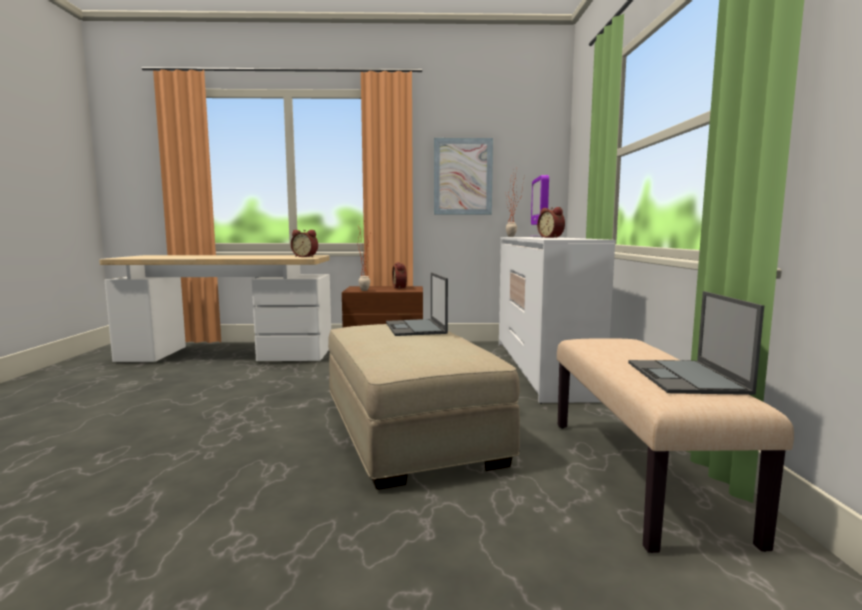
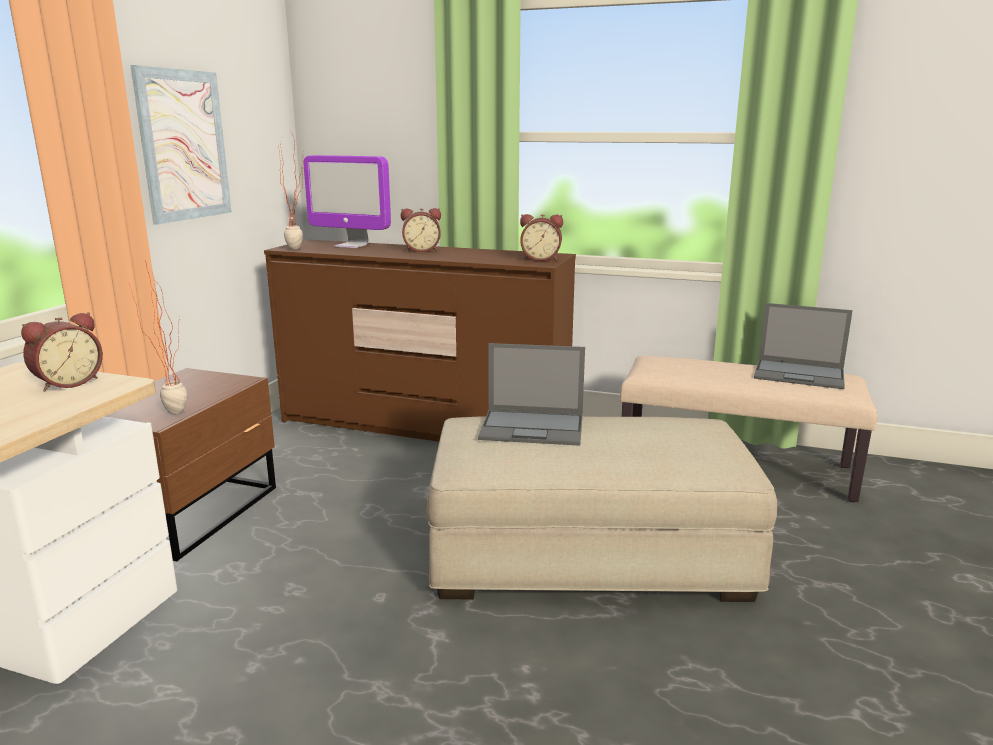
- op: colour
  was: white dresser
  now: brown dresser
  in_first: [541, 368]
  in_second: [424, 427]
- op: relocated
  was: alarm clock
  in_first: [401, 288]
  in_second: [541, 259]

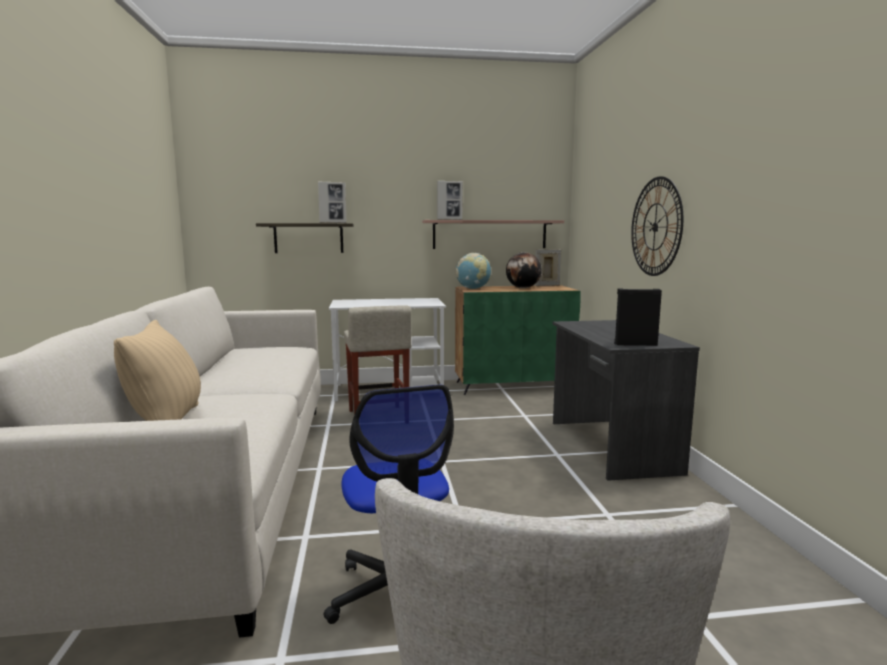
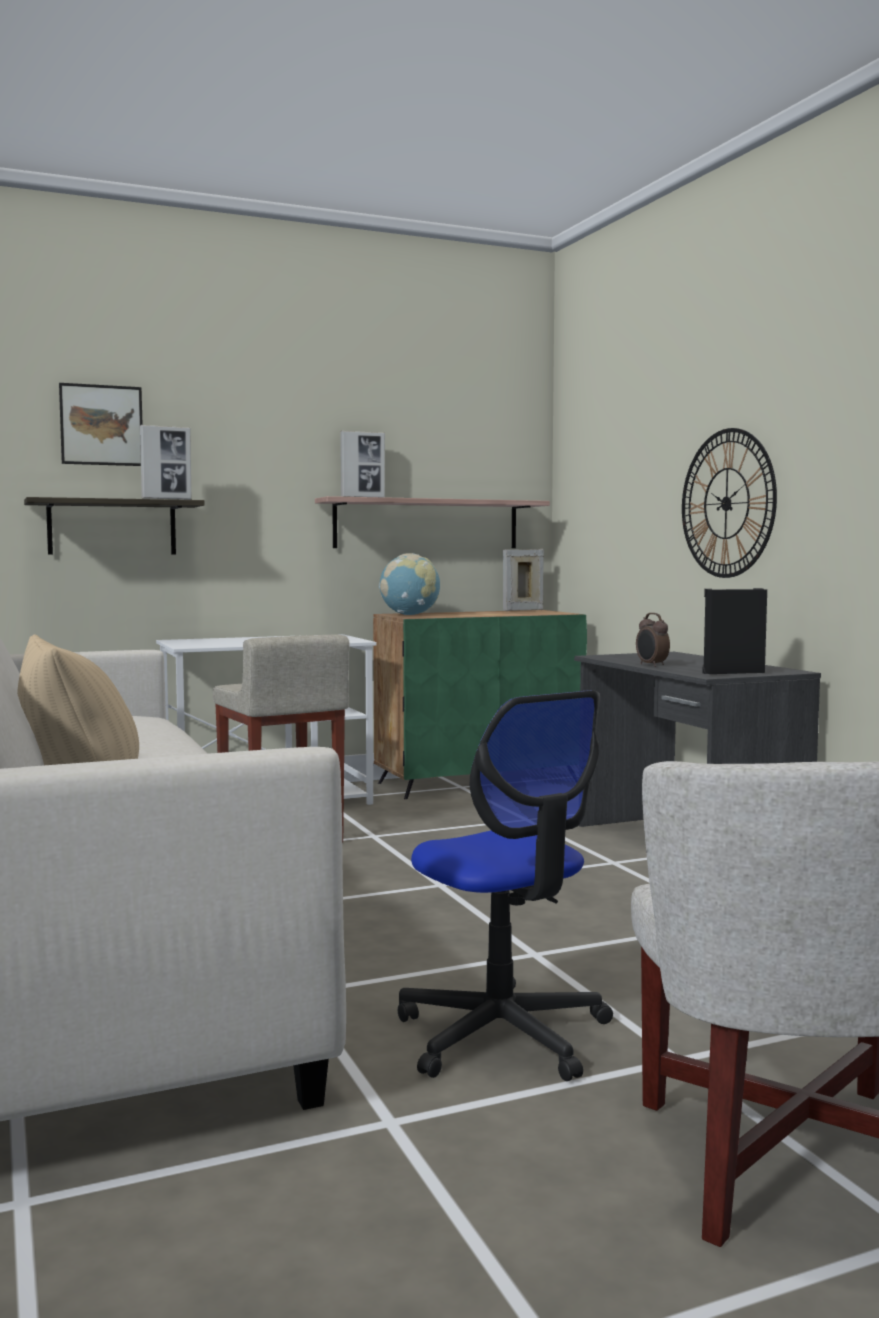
- op: appeared
  now: picture
  in_second: [101, 425]
- op: appeared
  now: alarm clock
  in_second: [651, 665]
- op: missing
  was: globe
  in_first: [523, 288]

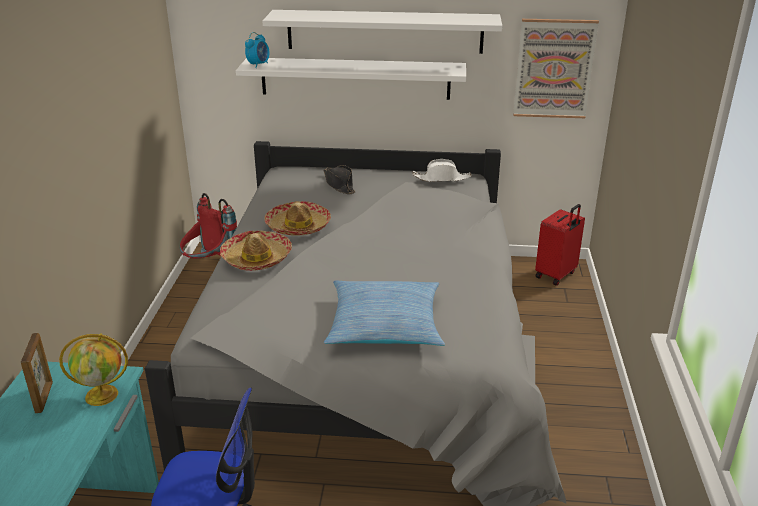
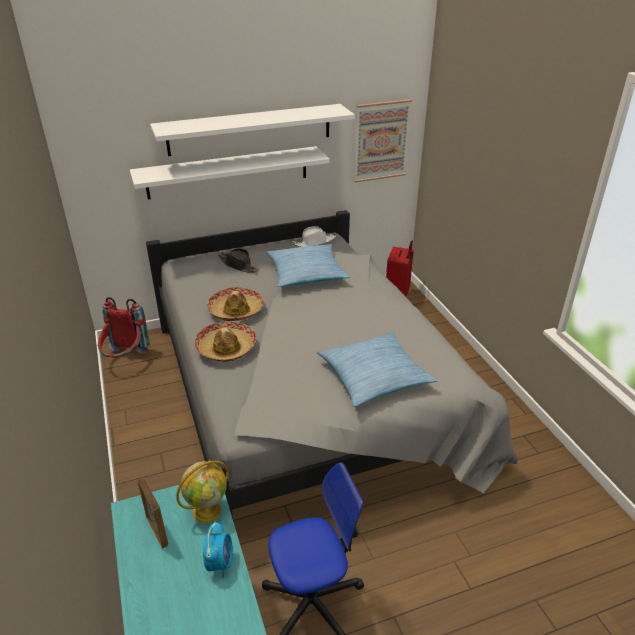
- op: relocated
  was: alarm clock
  in_first: [258, 65]
  in_second: [220, 563]
- op: appeared
  now: pillow
  in_second: [306, 273]

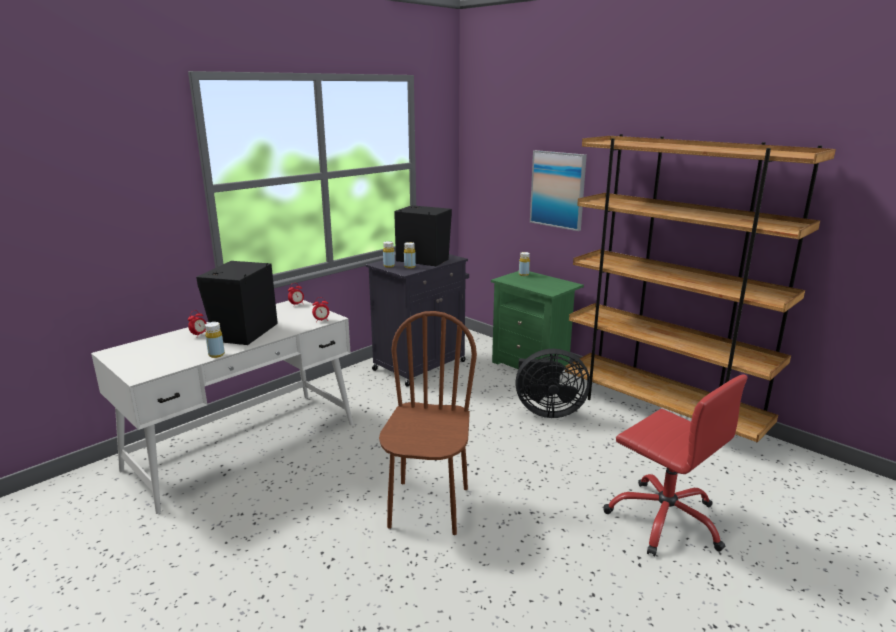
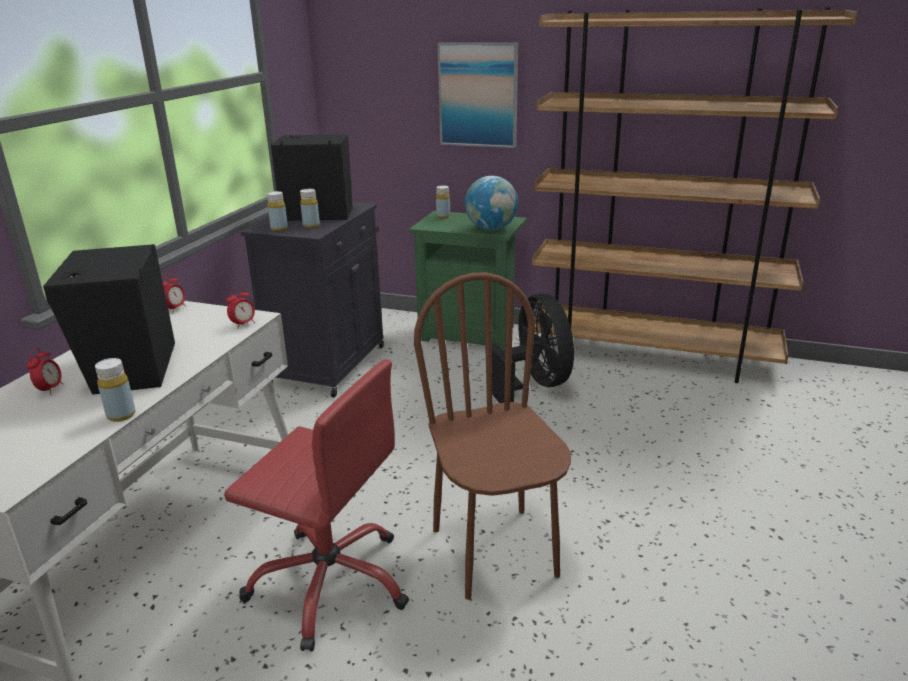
- op: relocated
  was: red office chair
  in_first: [665, 519]
  in_second: [330, 582]
- op: appeared
  now: globe
  in_second: [491, 229]
- op: spun
  was: black fan
  in_first: [547, 411]
  in_second: [533, 385]
  clockwise: -90

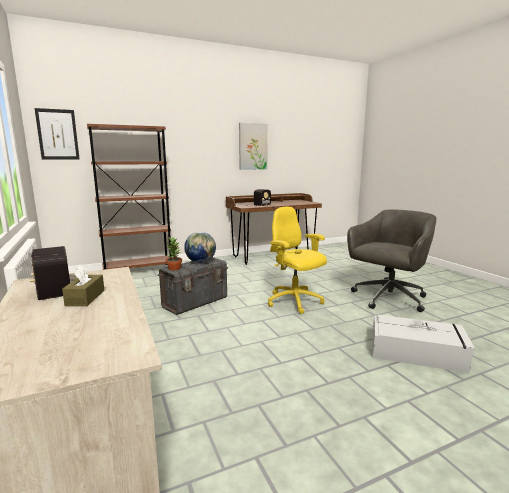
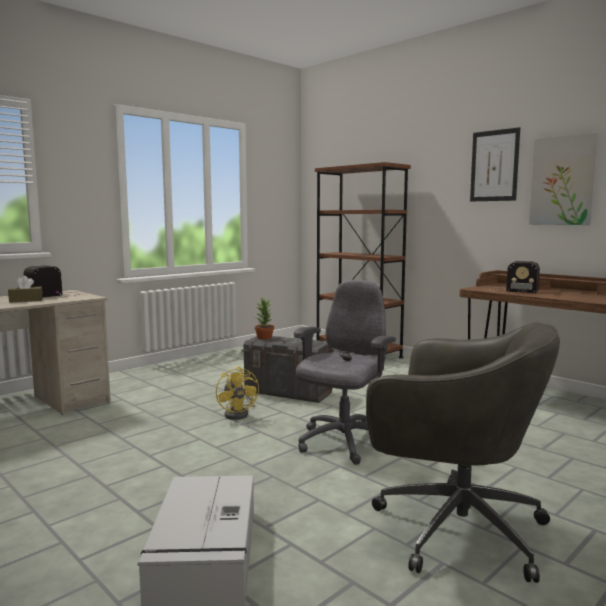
- op: appeared
  now: yellow fan
  in_second: [239, 414]
- op: colour
  was: yellow office chair
  now: grey office chair
  in_first: [295, 302]
  in_second: [343, 443]
- op: relocated
  was: picture
  in_first: [57, 134]
  in_second: [494, 166]
- op: missing
  was: globe
  in_first: [201, 262]

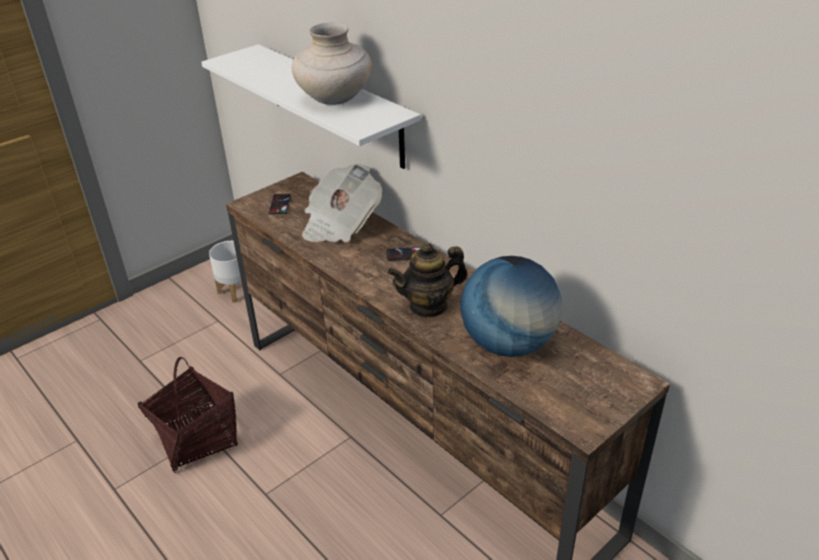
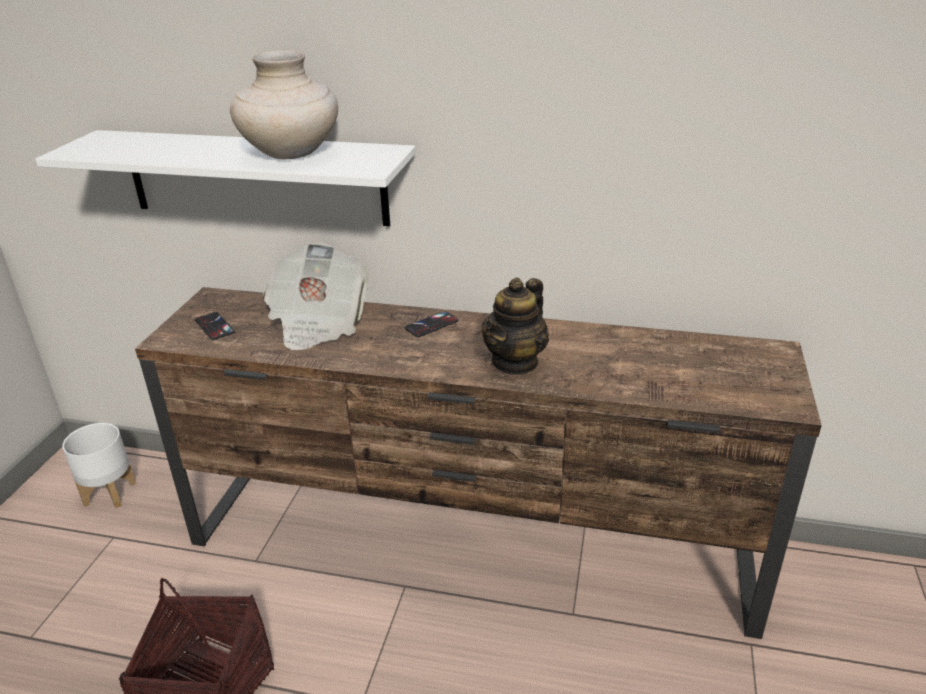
- op: missing
  was: globe
  in_first: [508, 344]

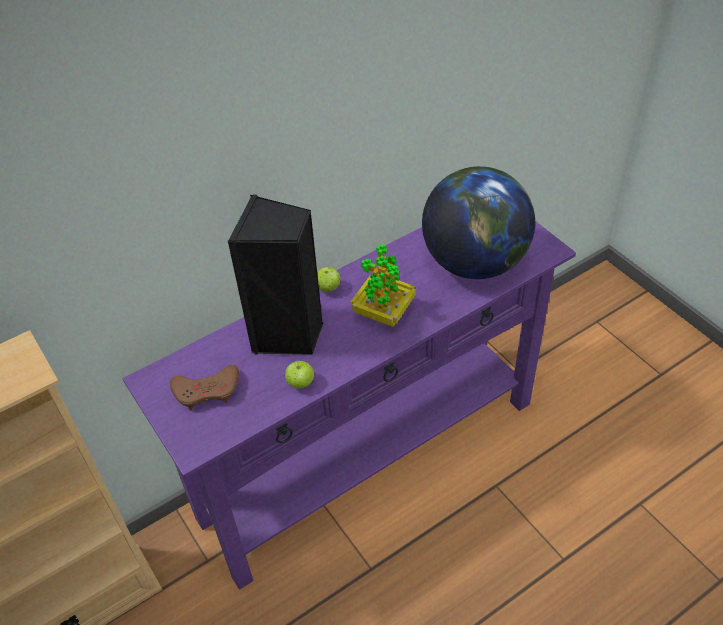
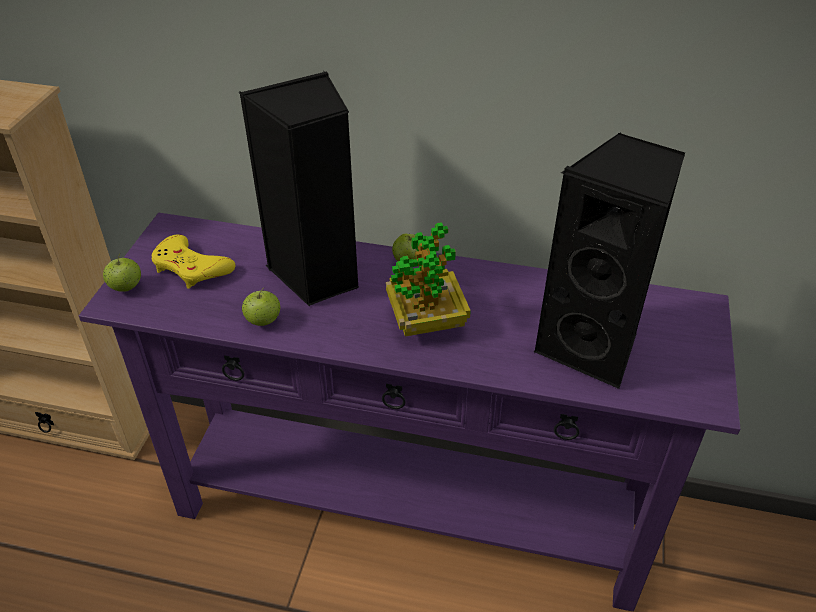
- op: appeared
  now: apple
  in_second: [126, 288]
- op: colour
  was: brown game controller
  now: yellow game controller
  in_first: [207, 391]
  in_second: [191, 268]
- op: exchanged
  was: globe
  now: black speaker
  in_first: [475, 262]
  in_second: [593, 347]

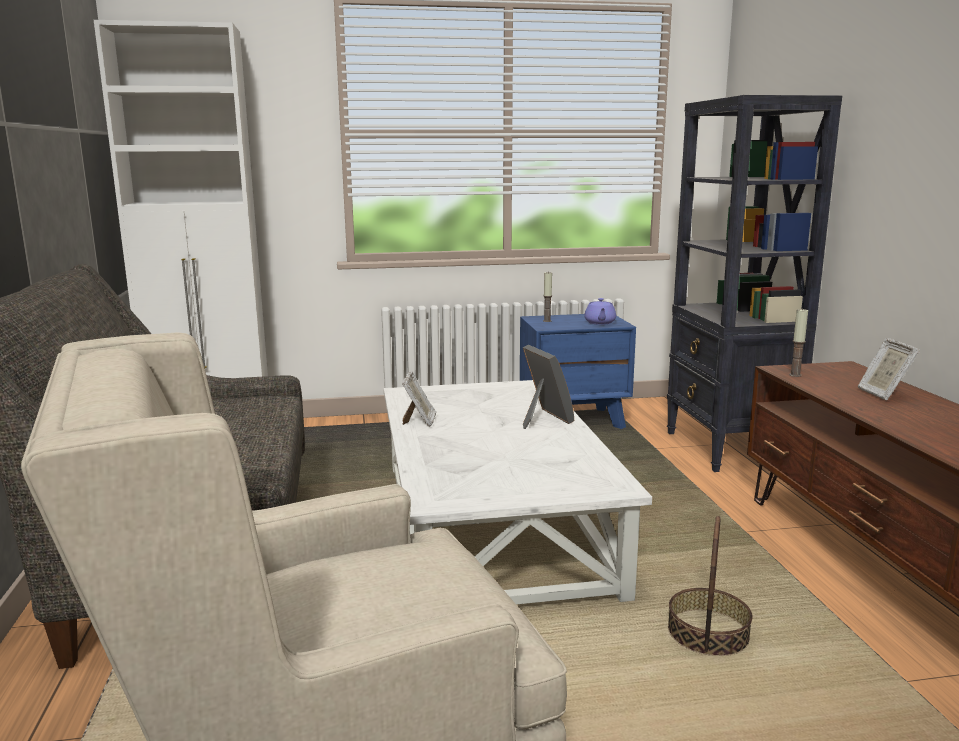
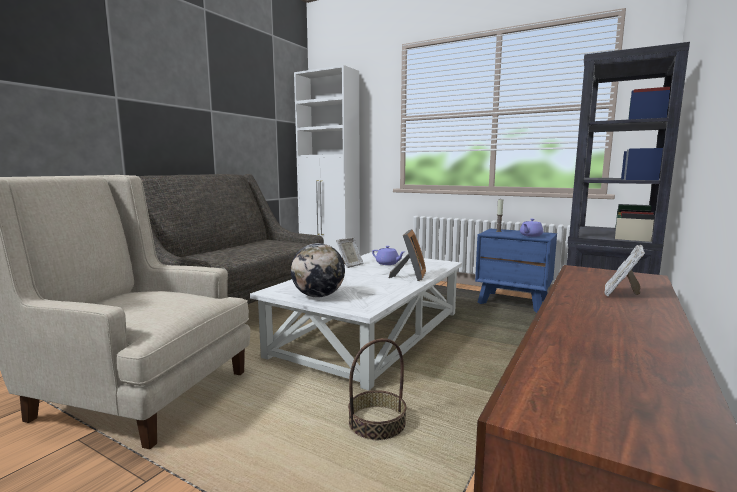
- op: appeared
  now: globe
  in_second: [318, 296]
- op: appeared
  now: purple teapot
  in_second: [388, 263]
- op: missing
  was: candle
  in_first: [795, 375]

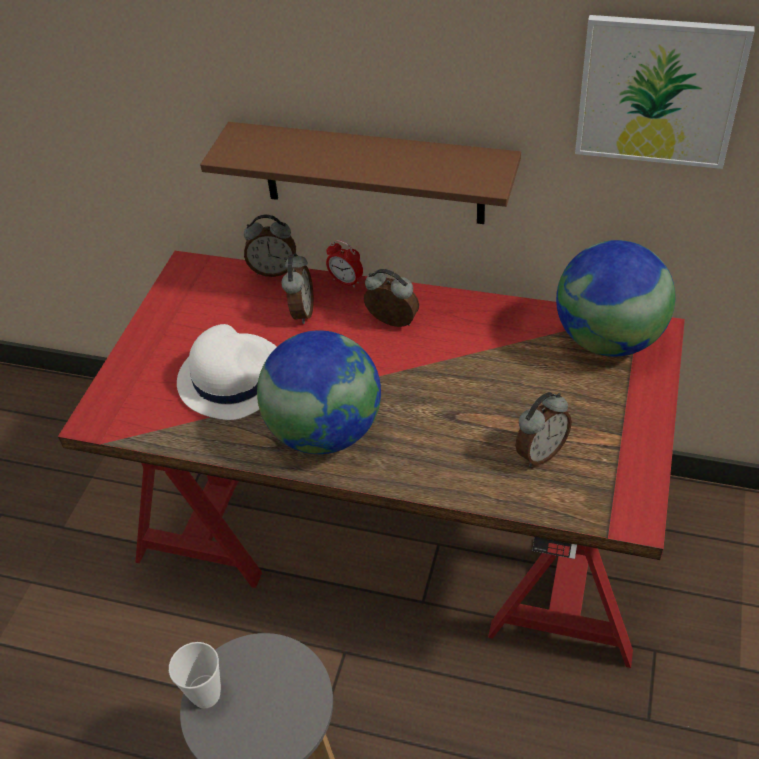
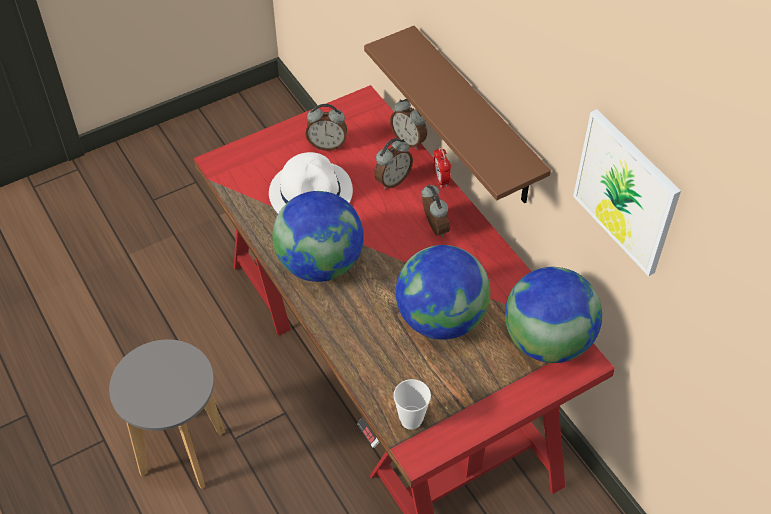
- op: relocated
  was: alarm clock
  in_first: [540, 452]
  in_second: [327, 145]
- op: relocated
  was: cup
  in_first: [206, 695]
  in_second: [411, 420]
- op: appeared
  now: globe
  in_second: [441, 319]

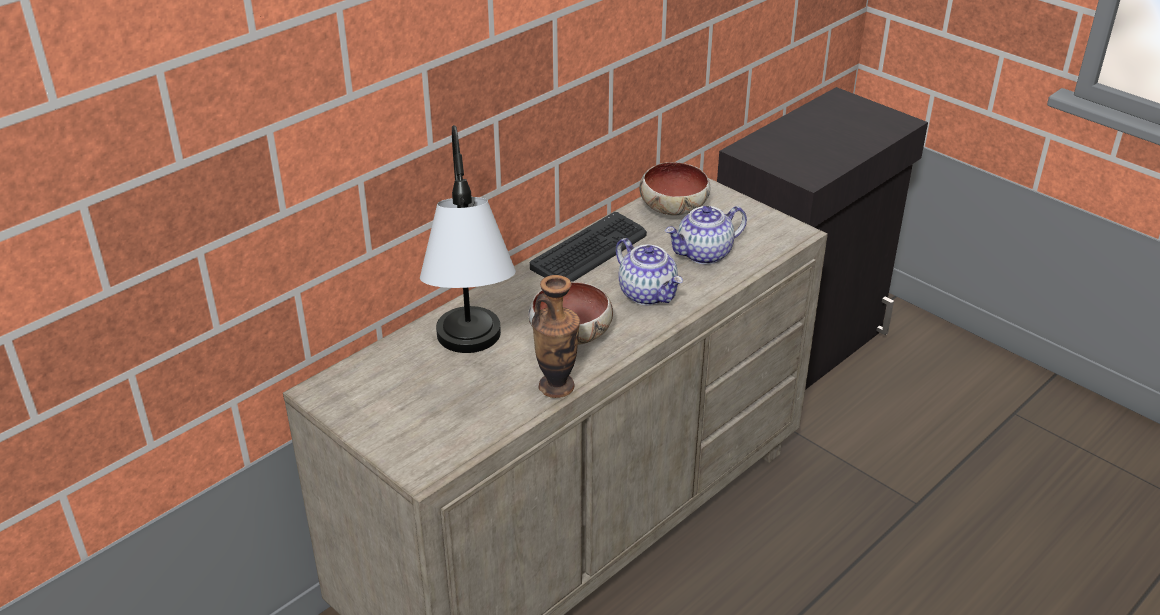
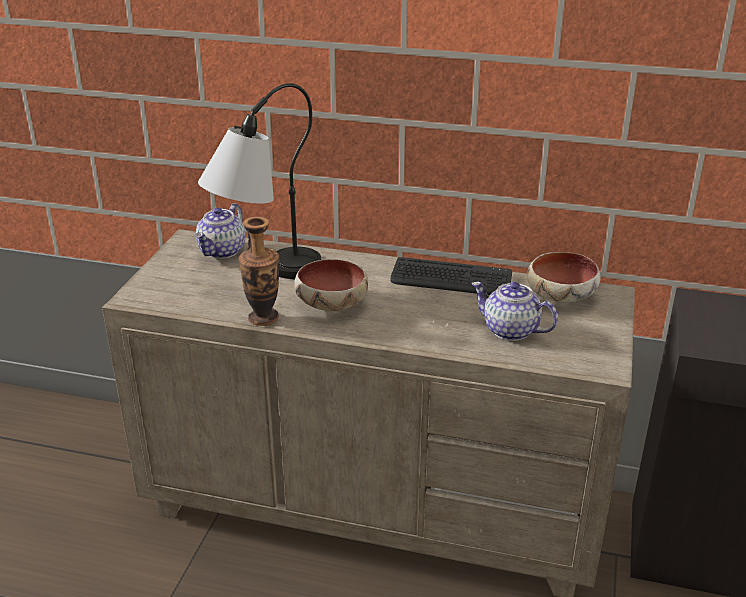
- op: relocated
  was: teapot
  in_first: [648, 294]
  in_second: [222, 251]

